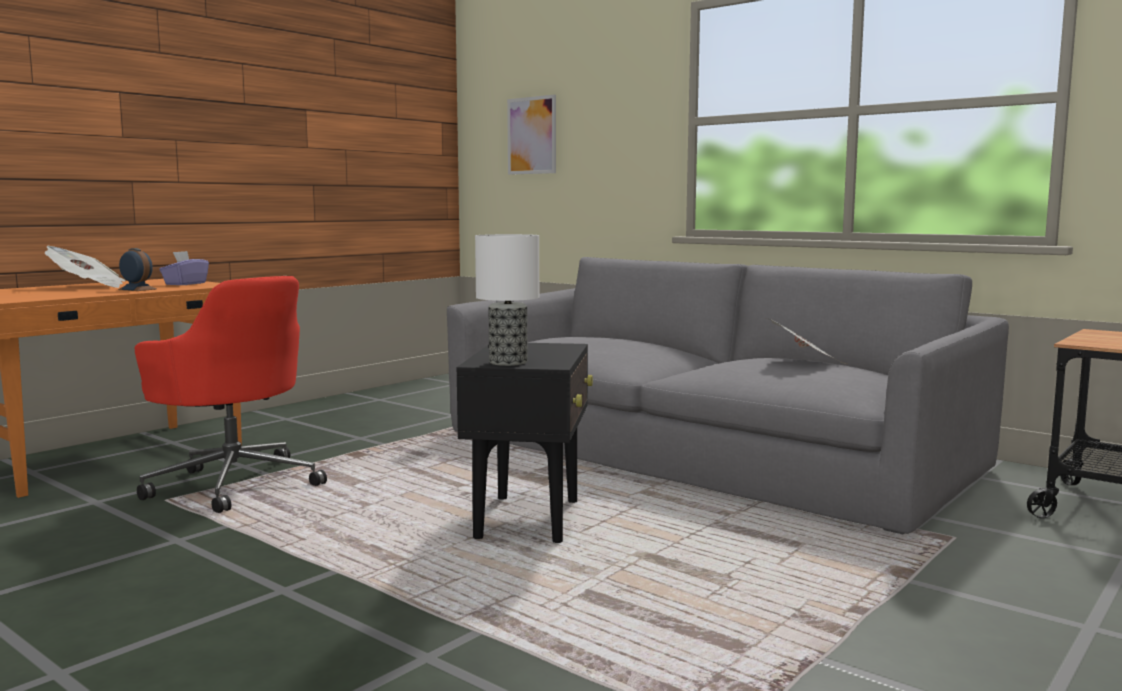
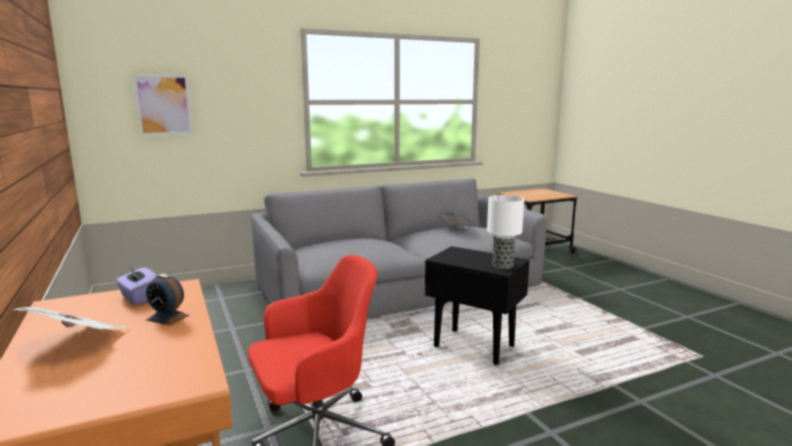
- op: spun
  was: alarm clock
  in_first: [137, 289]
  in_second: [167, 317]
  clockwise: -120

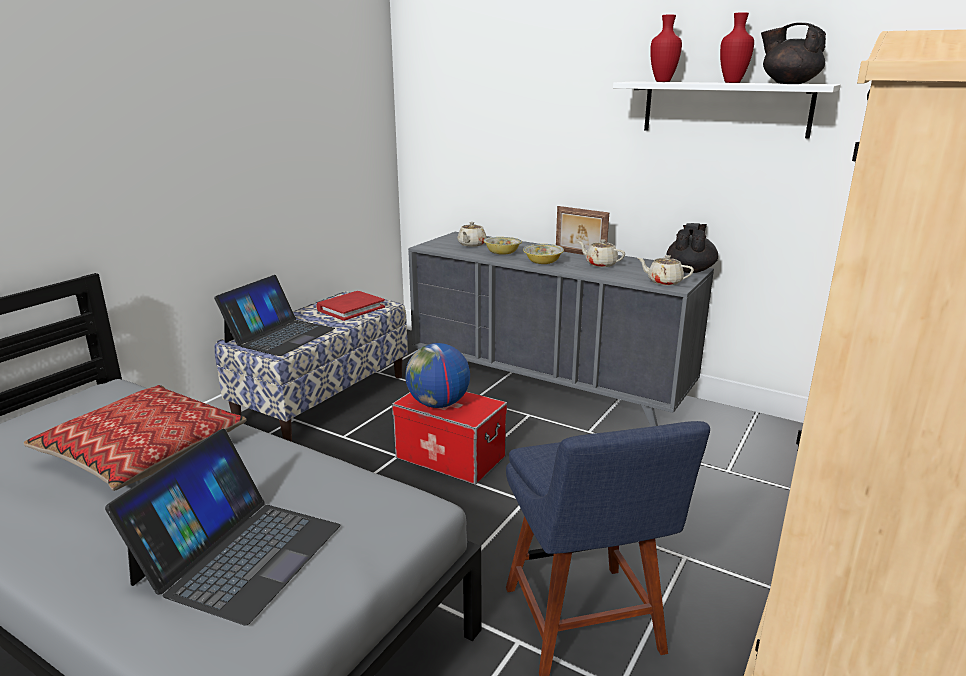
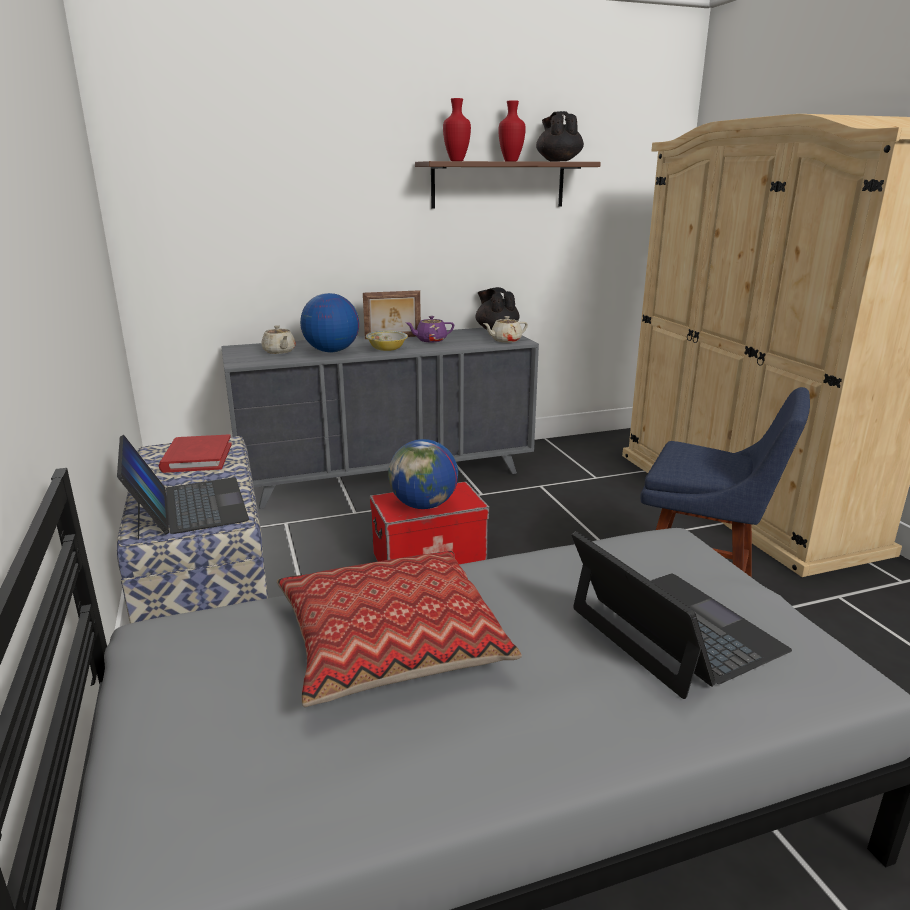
- op: exchanged
  was: bowl
  now: globe
  in_first: [502, 253]
  in_second: [331, 351]
- op: colour
  was: beige teapot
  now: purple teapot
  in_first: [600, 264]
  in_second: [430, 340]
- op: colour
  was: white shelf
  now: brown shelf
  in_first: [725, 108]
  in_second: [498, 184]
- op: spun
  was: black teapot
  in_first: [788, 83]
  in_second: [558, 161]
  clockwise: 90

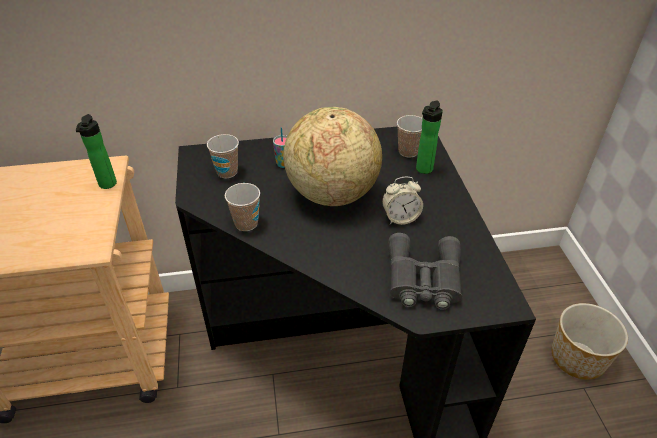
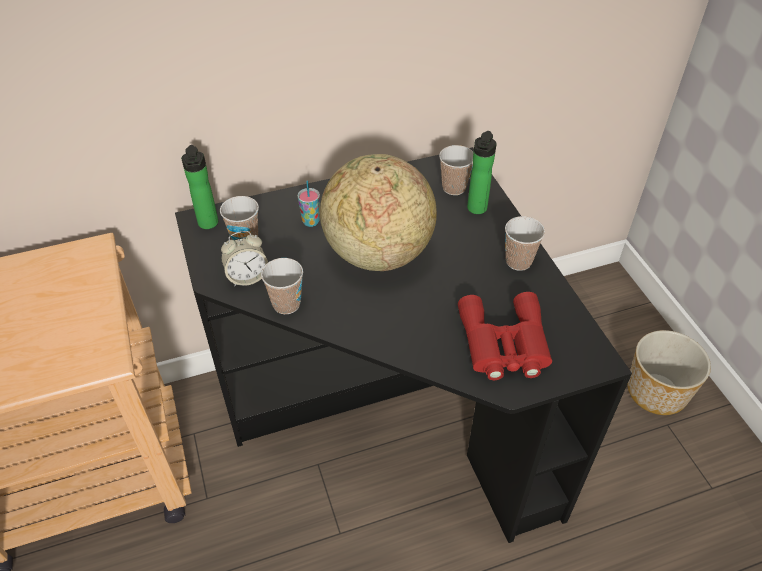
- op: relocated
  was: bottle
  in_first: [107, 185]
  in_second: [208, 225]
- op: relocated
  was: alarm clock
  in_first: [400, 218]
  in_second: [247, 277]
- op: colour
  was: grey binoculars
  now: red binoculars
  in_first: [423, 279]
  in_second: [504, 345]
- op: appeared
  now: cup
  in_second: [518, 261]

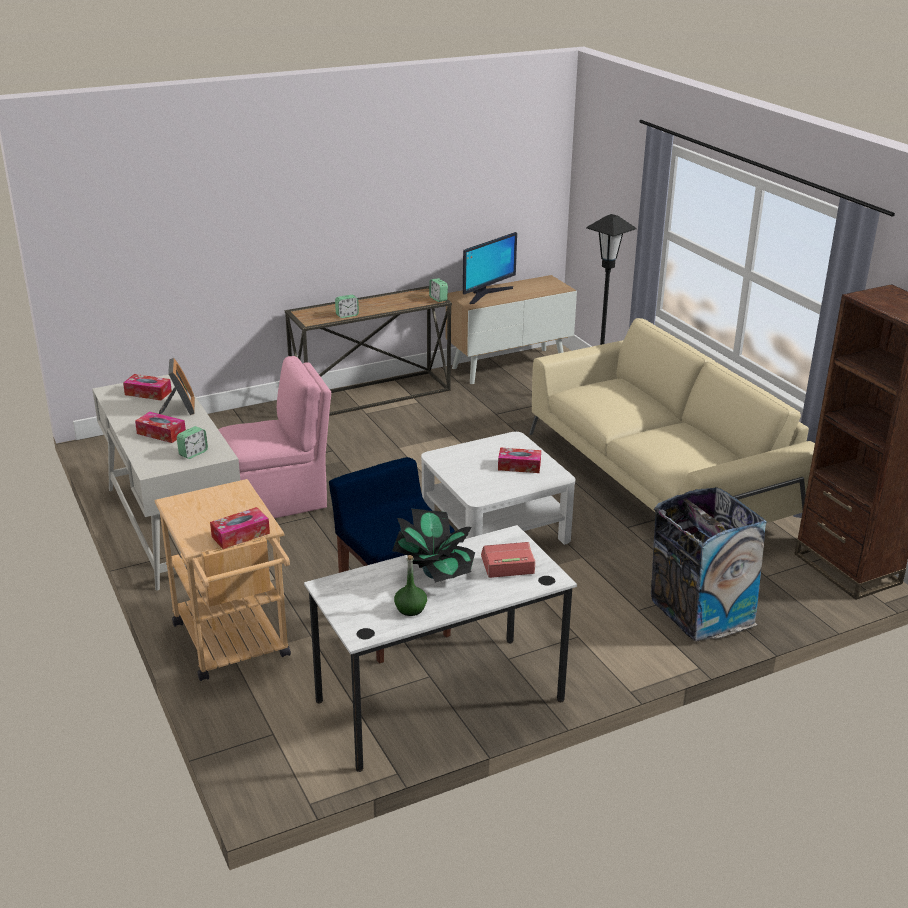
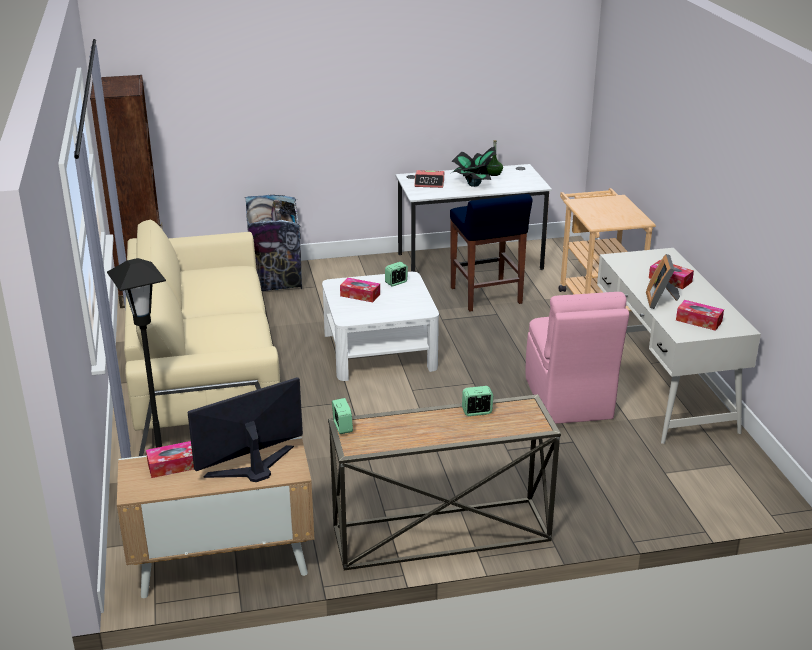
- op: relocated
  was: tissue box
  in_first: [240, 535]
  in_second: [174, 465]
- op: relocated
  was: alarm clock
  in_first: [193, 453]
  in_second: [396, 283]
- op: spun
  was: pink chair
  in_first: [277, 500]
  in_second: [568, 400]
  clockwise: -90

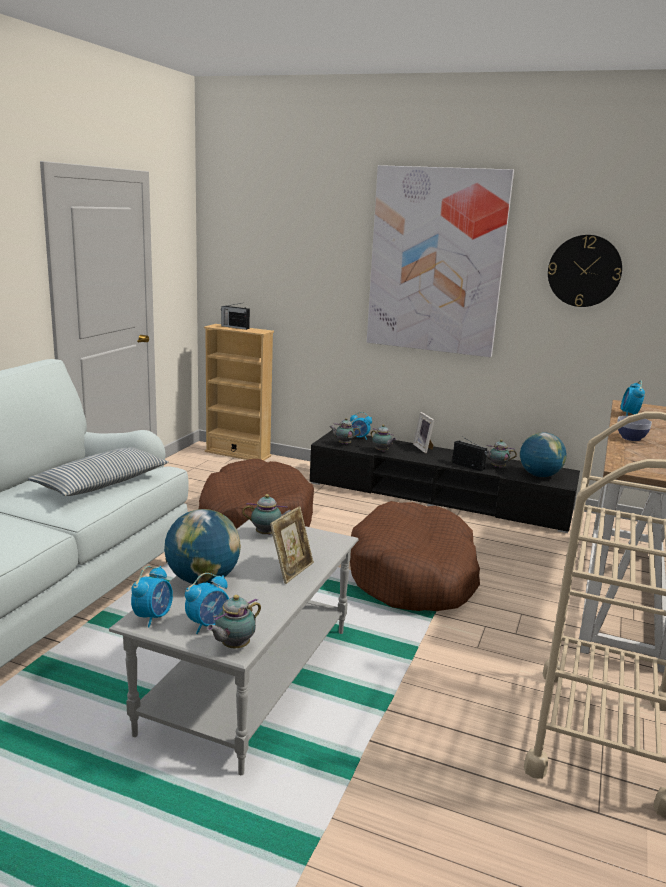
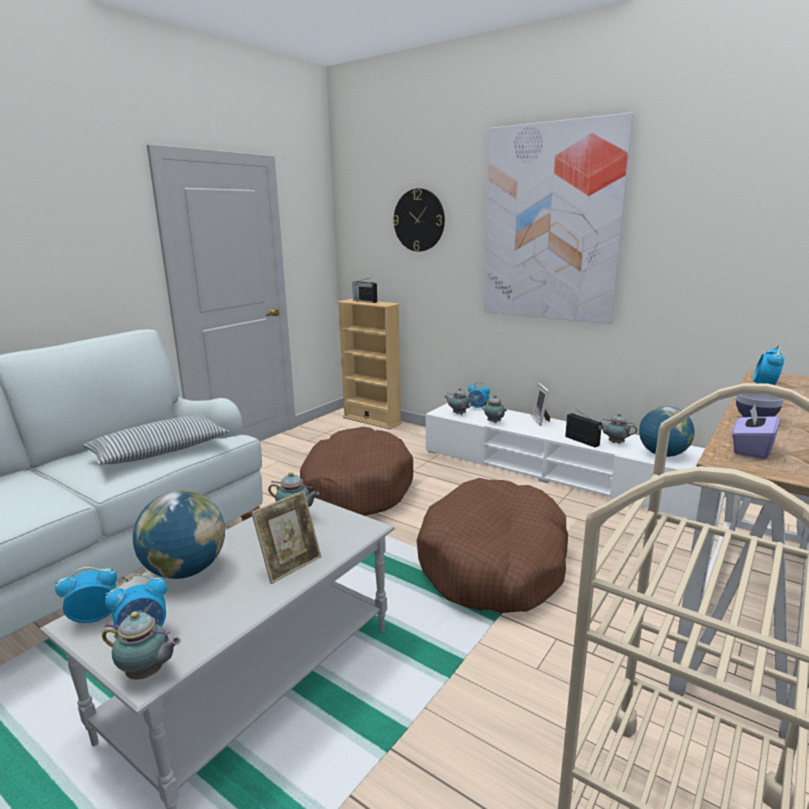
- op: spun
  was: alarm clock
  in_first: [153, 617]
  in_second: [95, 617]
  clockwise: -150
- op: spun
  was: teapot
  in_first: [233, 646]
  in_second: [147, 673]
  clockwise: -135
- op: relocated
  was: wall clock
  in_first: [584, 271]
  in_second: [419, 220]
- op: colour
  was: black tv stand
  now: white tv stand
  in_first: [438, 497]
  in_second: [554, 472]
- op: appeared
  now: purple tissue box
  in_second: [751, 449]

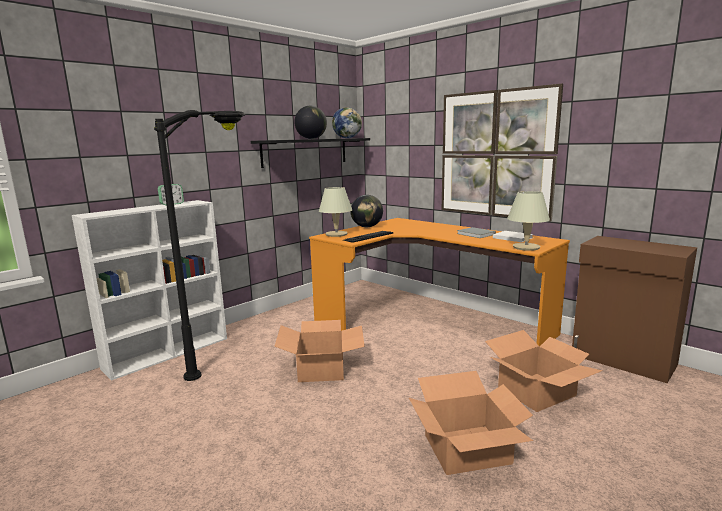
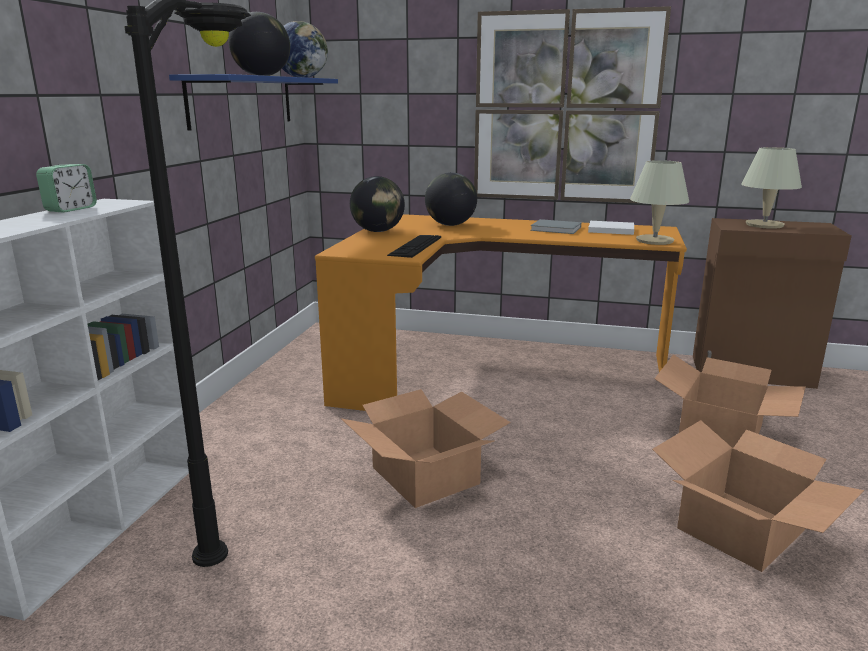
- op: colour
  was: black shelf
  now: blue shelf
  in_first: [305, 152]
  in_second: [242, 101]
- op: appeared
  now: globe
  in_second: [450, 225]
- op: relocated
  was: beige table lamp
  in_first: [336, 234]
  in_second: [764, 225]

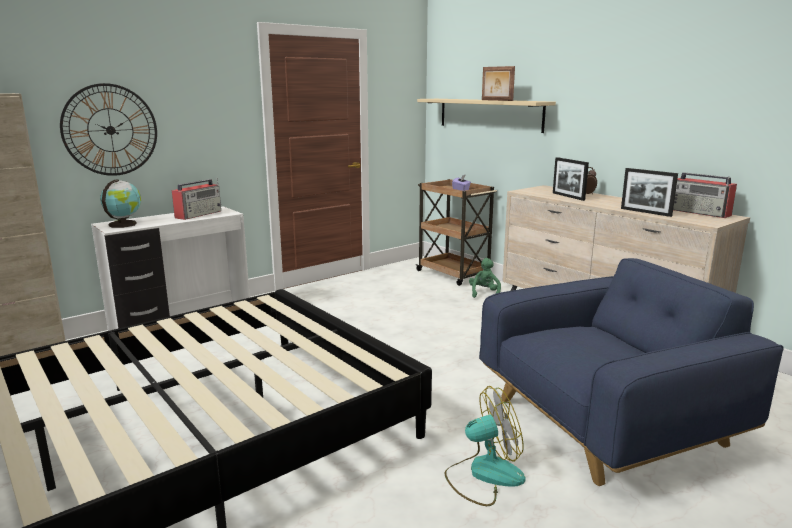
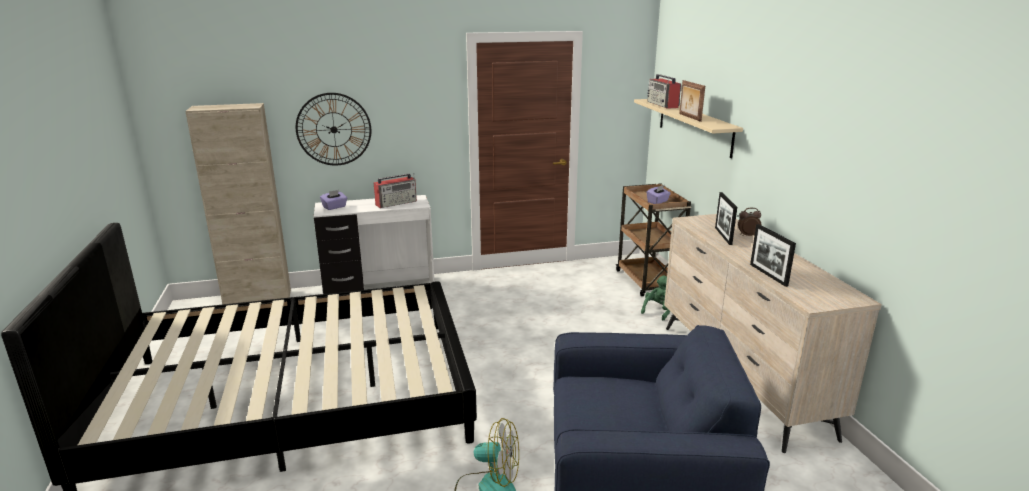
- op: exchanged
  was: globe
  now: purple tissue box
  in_first: [124, 224]
  in_second: [334, 207]
- op: relocated
  was: radio
  in_first: [700, 213]
  in_second: [663, 105]

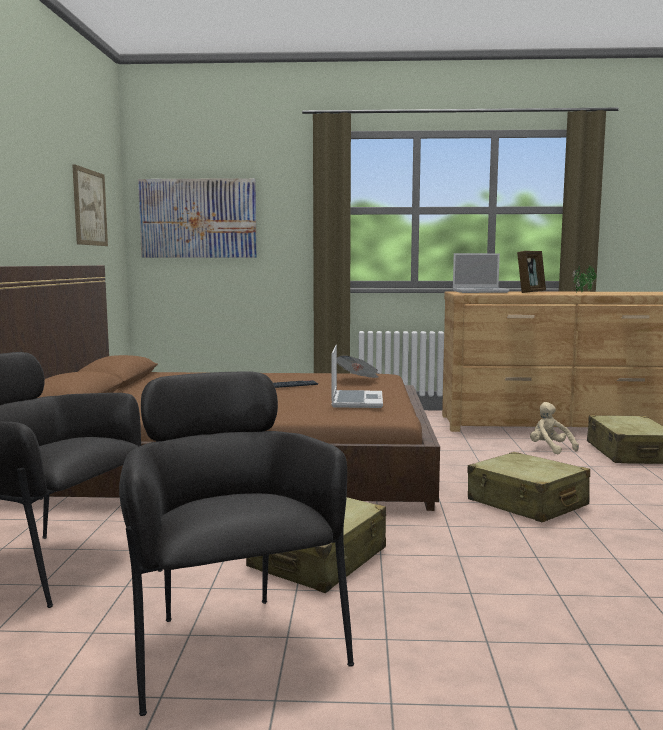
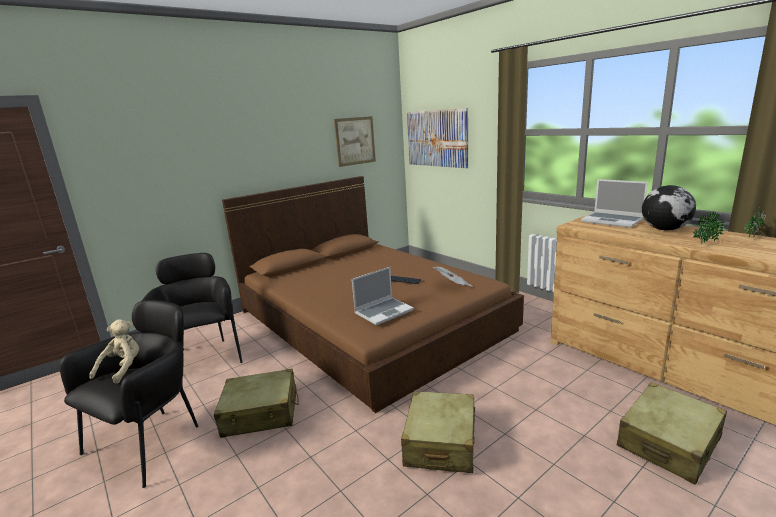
- op: relocated
  was: beige plush toy
  in_first: [550, 449]
  in_second: [123, 369]
- op: exchanged
  was: picture frame
  now: globe
  in_first: [531, 292]
  in_second: [665, 229]

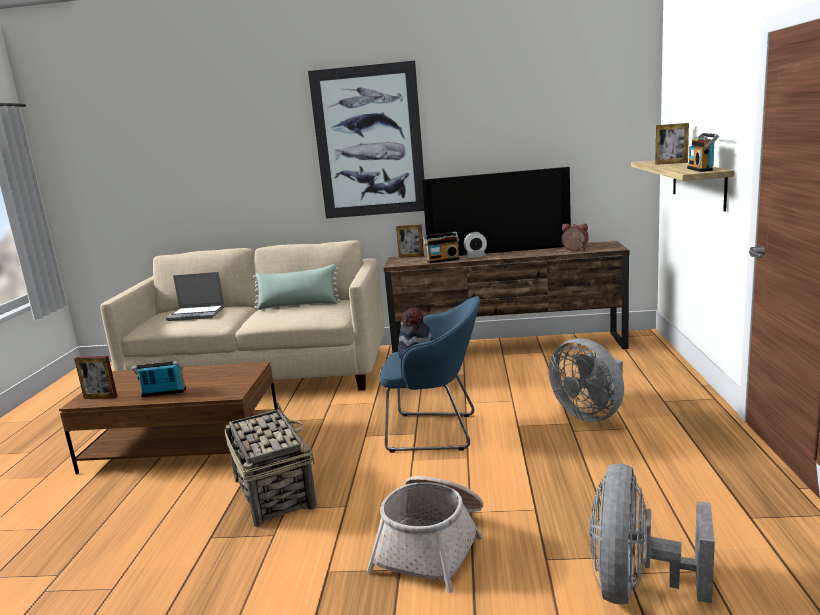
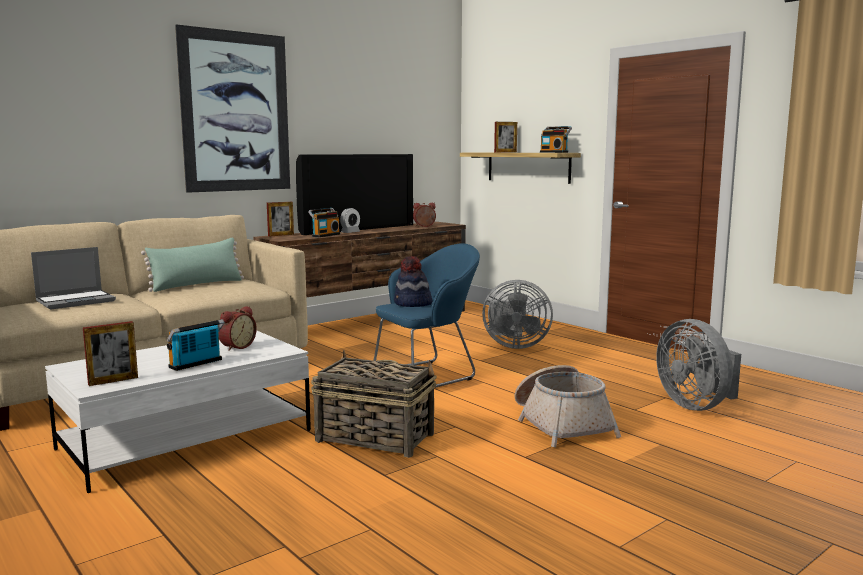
- op: colour
  was: brown coffee table
  now: white coffee table
  in_first: [183, 446]
  in_second: [186, 439]
- op: appeared
  now: alarm clock
  in_second: [236, 347]

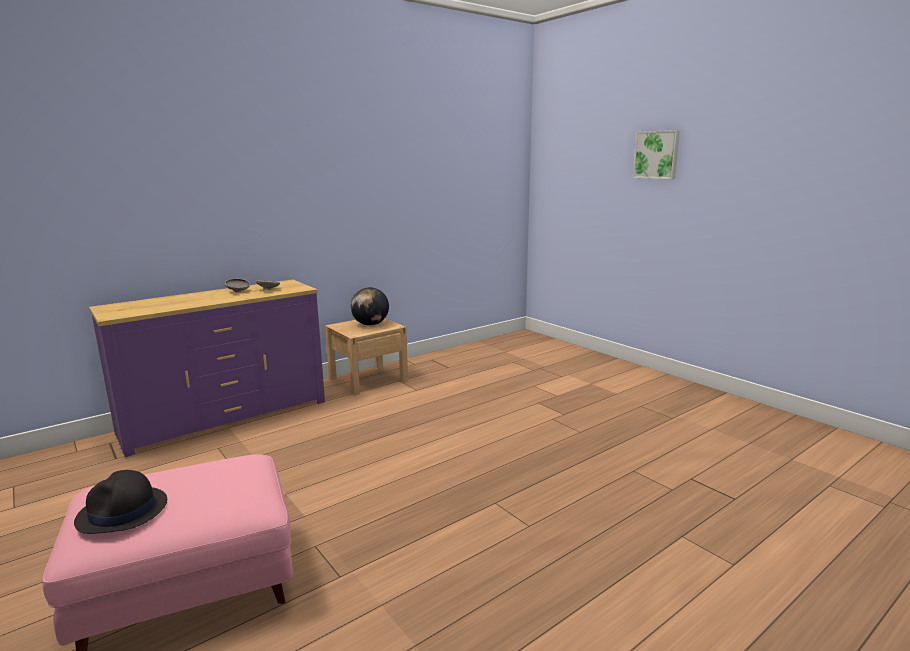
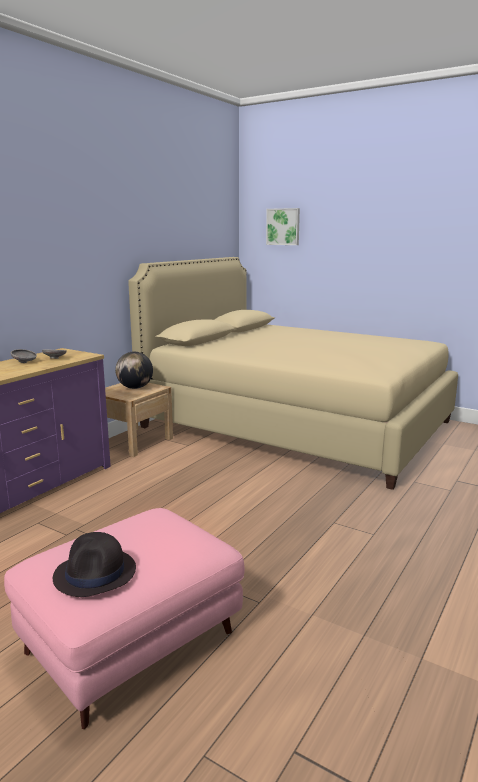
- op: appeared
  now: beige bed
  in_second: [296, 424]
- op: relocated
  was: picture
  in_first: [657, 155]
  in_second: [283, 226]

